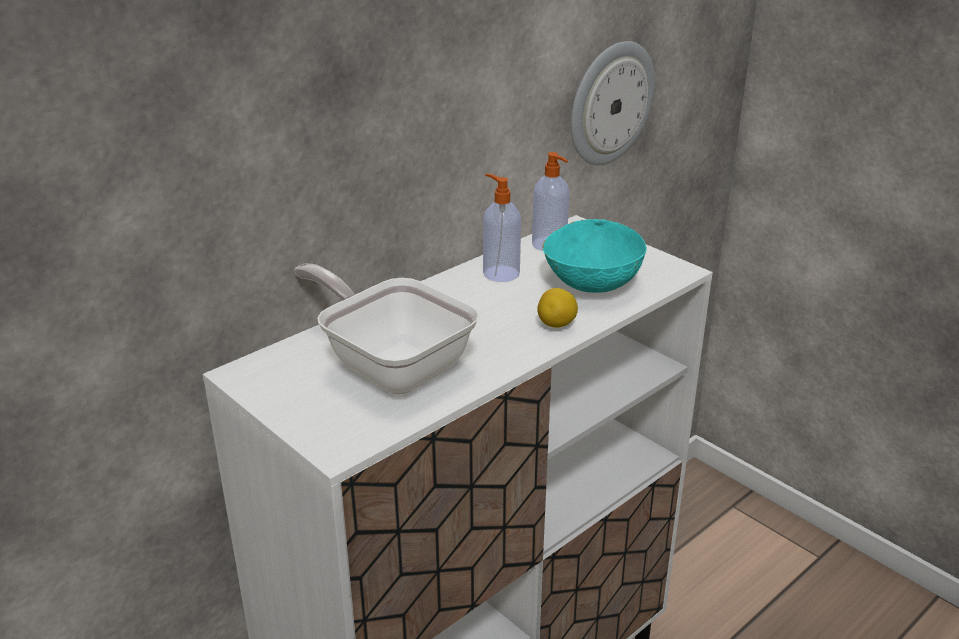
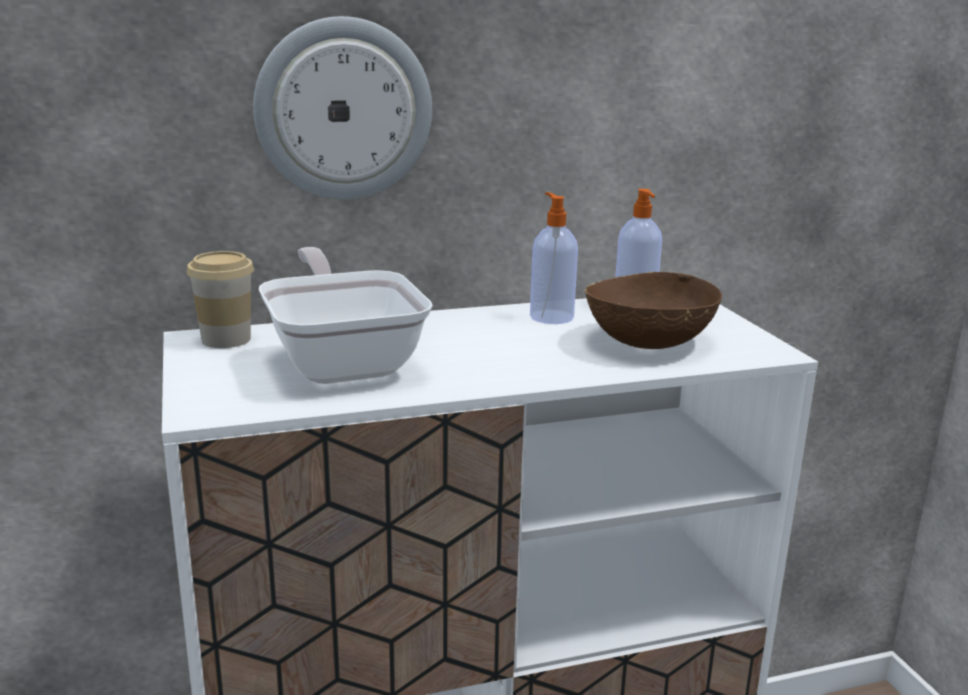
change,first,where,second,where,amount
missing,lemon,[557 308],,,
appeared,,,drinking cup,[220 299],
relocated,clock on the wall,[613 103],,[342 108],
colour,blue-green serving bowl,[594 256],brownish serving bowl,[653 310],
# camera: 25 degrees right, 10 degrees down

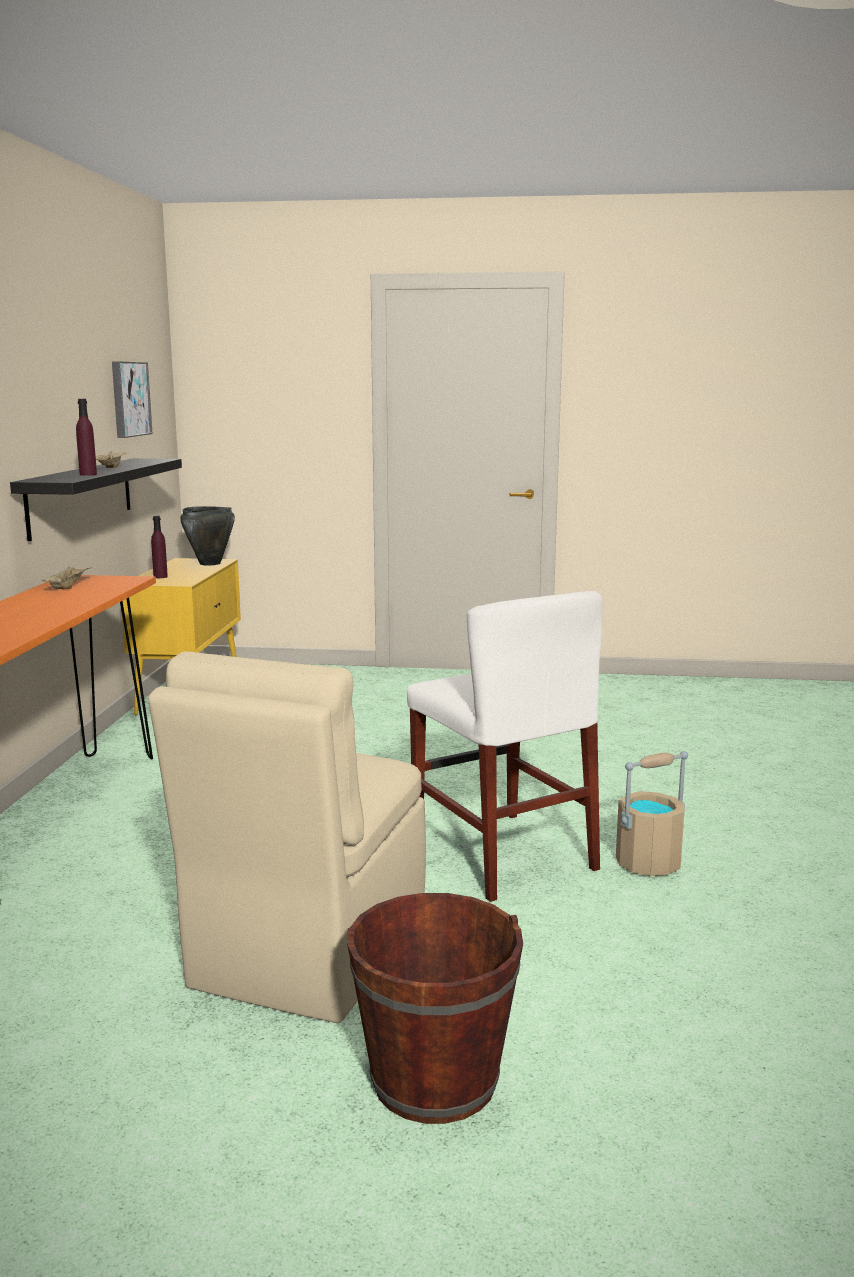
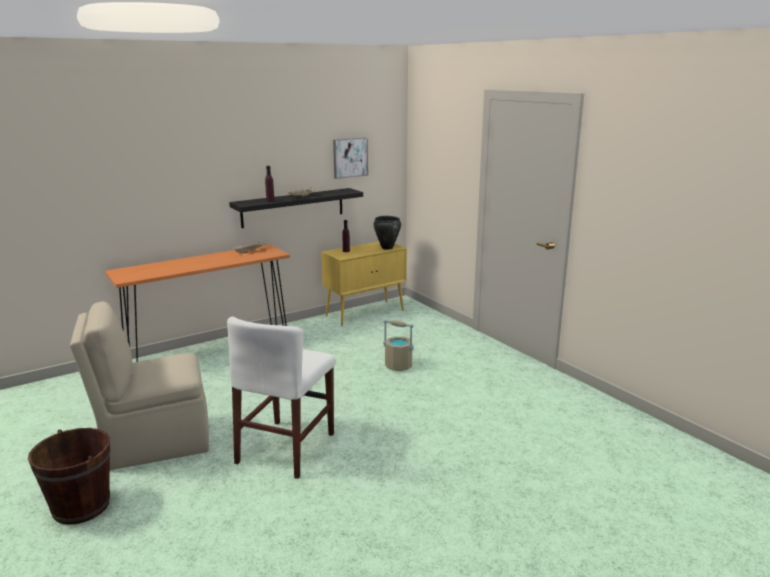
change,first,where,second,where,amount
relocated,beige pail,[652 813],,[398 345],
# camera: 50 degrees right, 5 degrees up

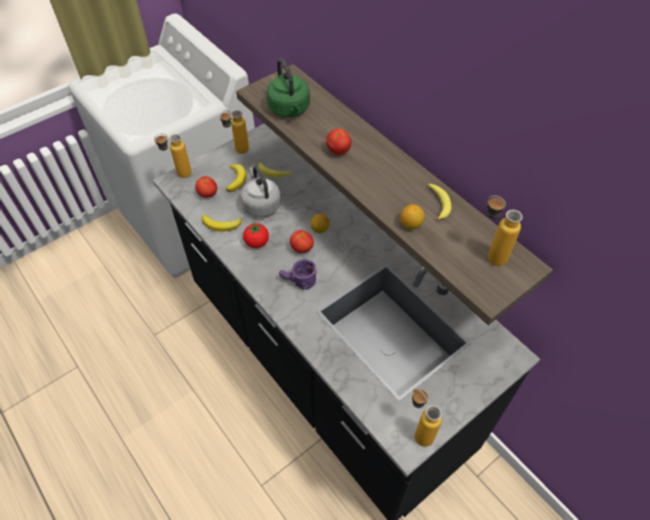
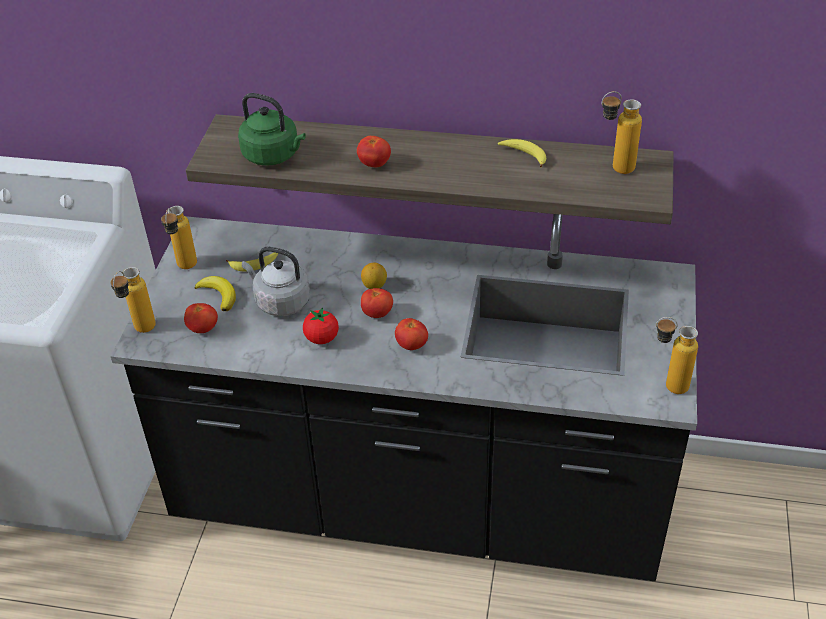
change,first,where,second,where,amount
missing,whole banana,[222 223],,,
missing,lemon,[412 216],,,
exchanged,purple mug,[297 274],fresh tomato,[411 334],
# camera: 40 degrees left, 10 degrees down

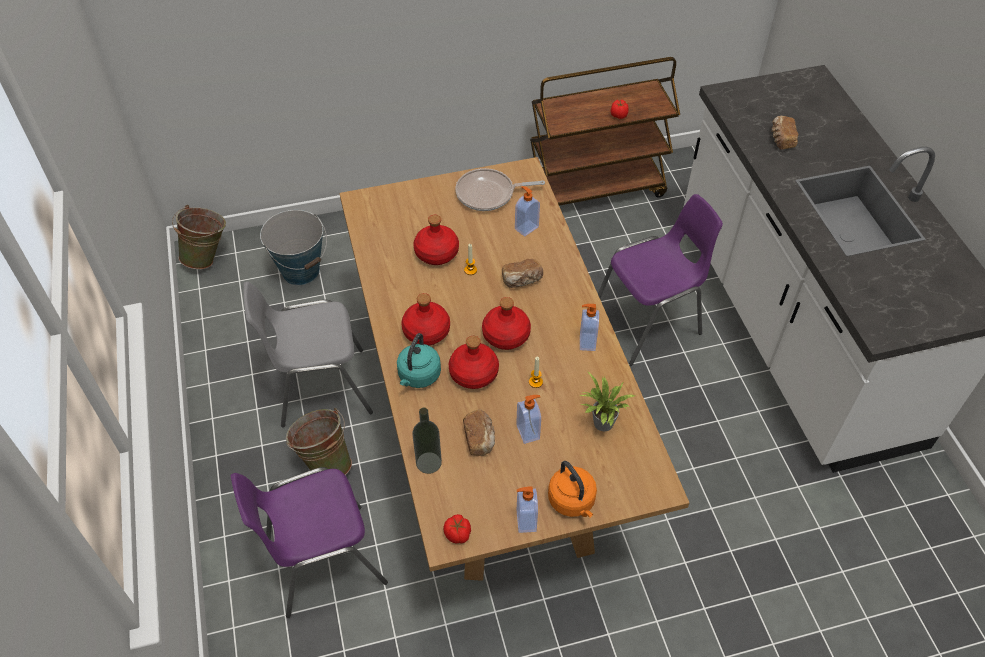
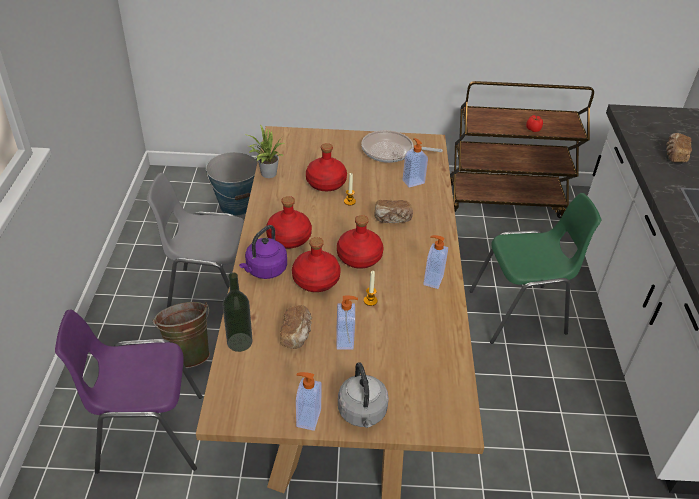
change,first,where,second,where,amount
missing,green pail,[199 237],,,
missing,fresh tomato,[457 528],,,
relocated,houseplant,[607 401],,[265 151],
colour,blue-green tea kettle,[419 360],purple tea kettle,[263 252],
colour,orangey tea kettle,[572 489],grey tea kettle,[363 395],
colour,purple plain chair,[660 280],green plain chair,[535 268],
# camera: 15 degrees right, 10 degrees down

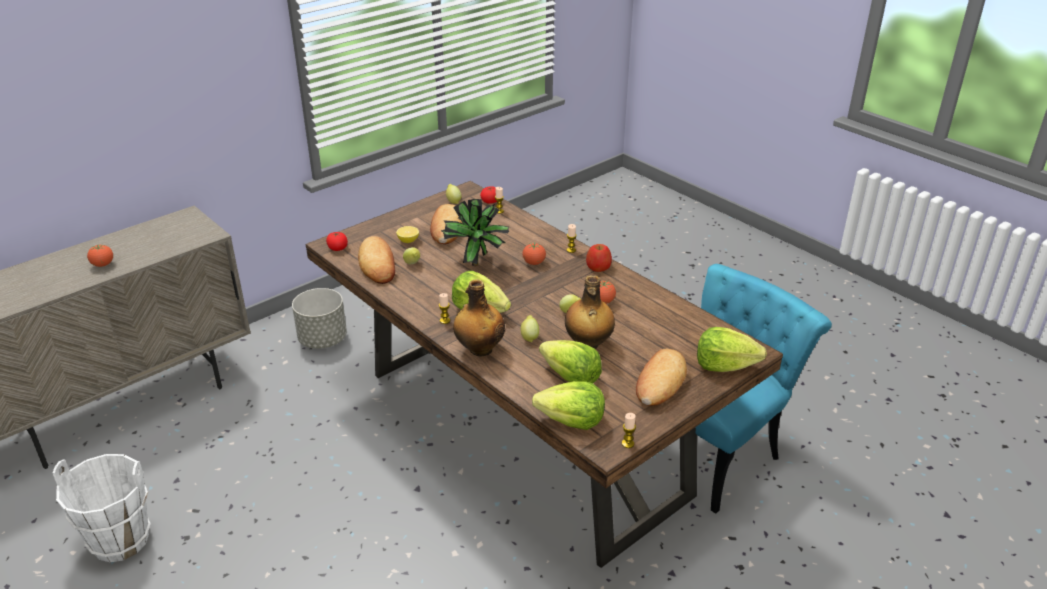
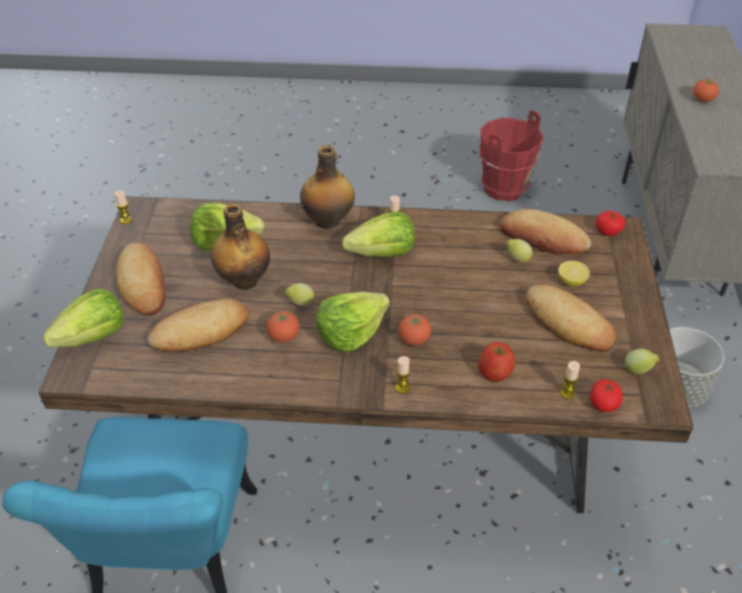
change,first,where,second,where,amount
missing,houseplant,[475 232],,,
missing,lemon,[529 328],,,
appeared,,,baked bread,[198 325],
relocated,lettuce,[568 405],,[353 322],
relocated,apple,[599 258],,[496 362],
colour,white-coloured pail,[102 508],red-coloured pail,[512 156],
# camera: 135 degrees right, 10 degrees up

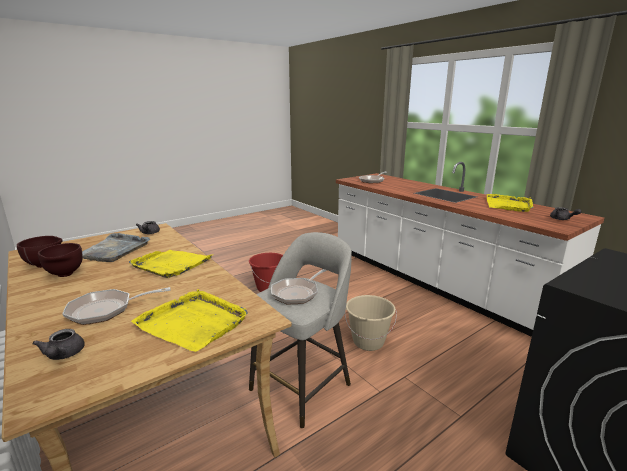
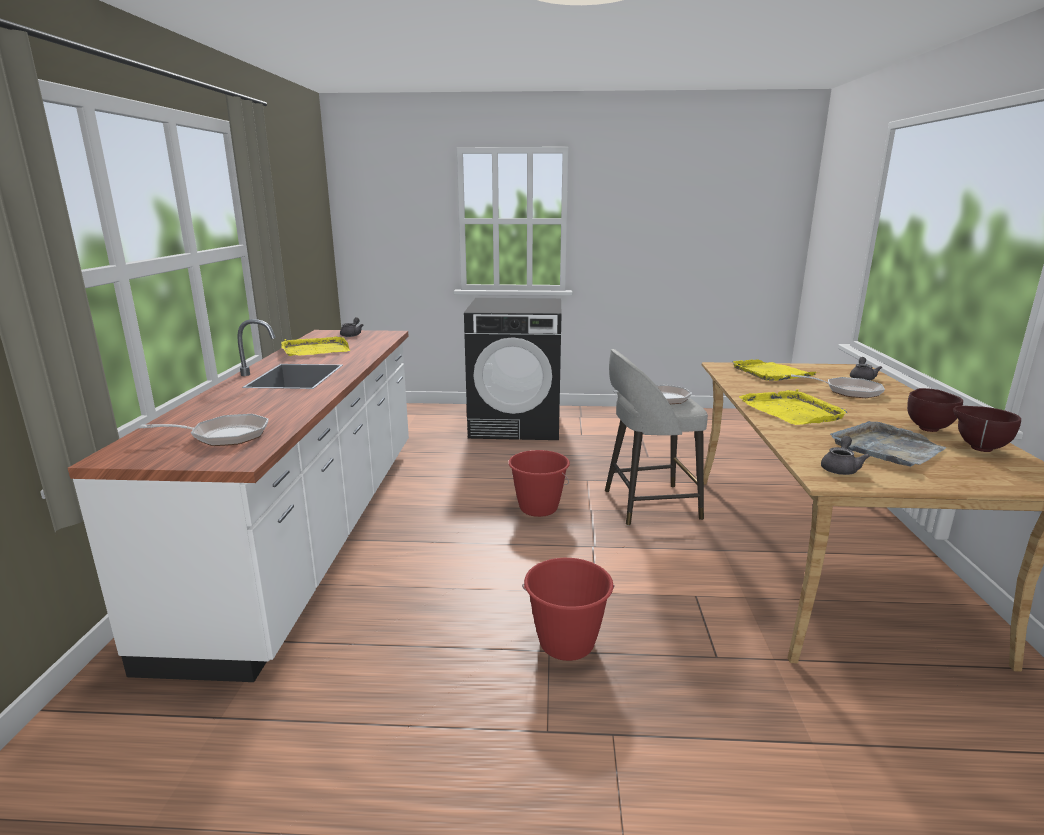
change,first,where,second,where,amount
colour,beige pail,[371 323],red-coloured pail,[539 483],
# camera: 140 degrees left, 0 degrees up

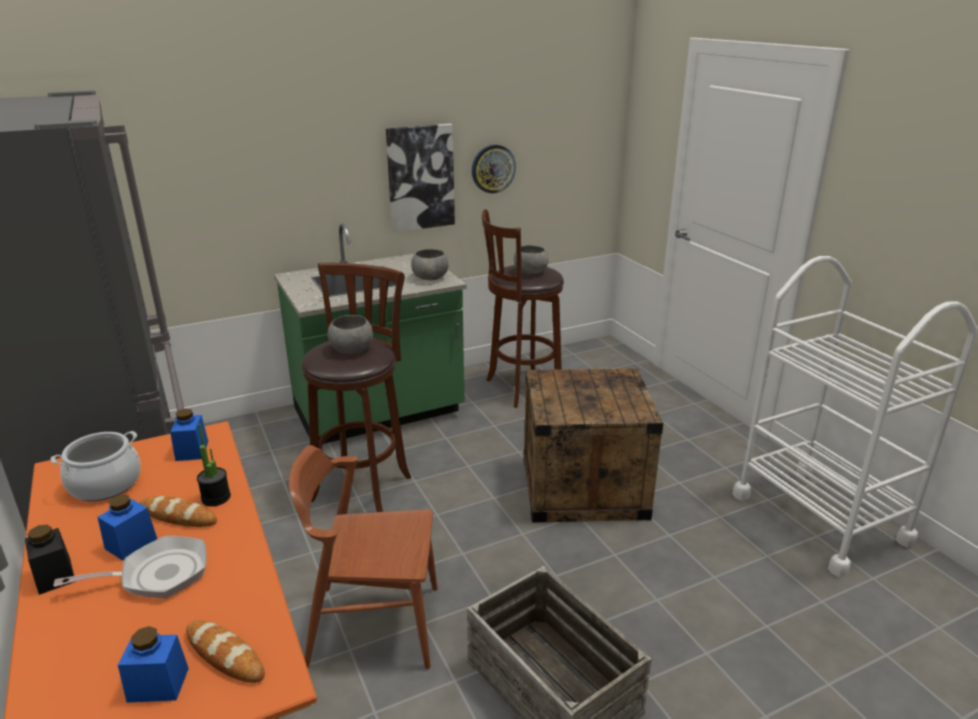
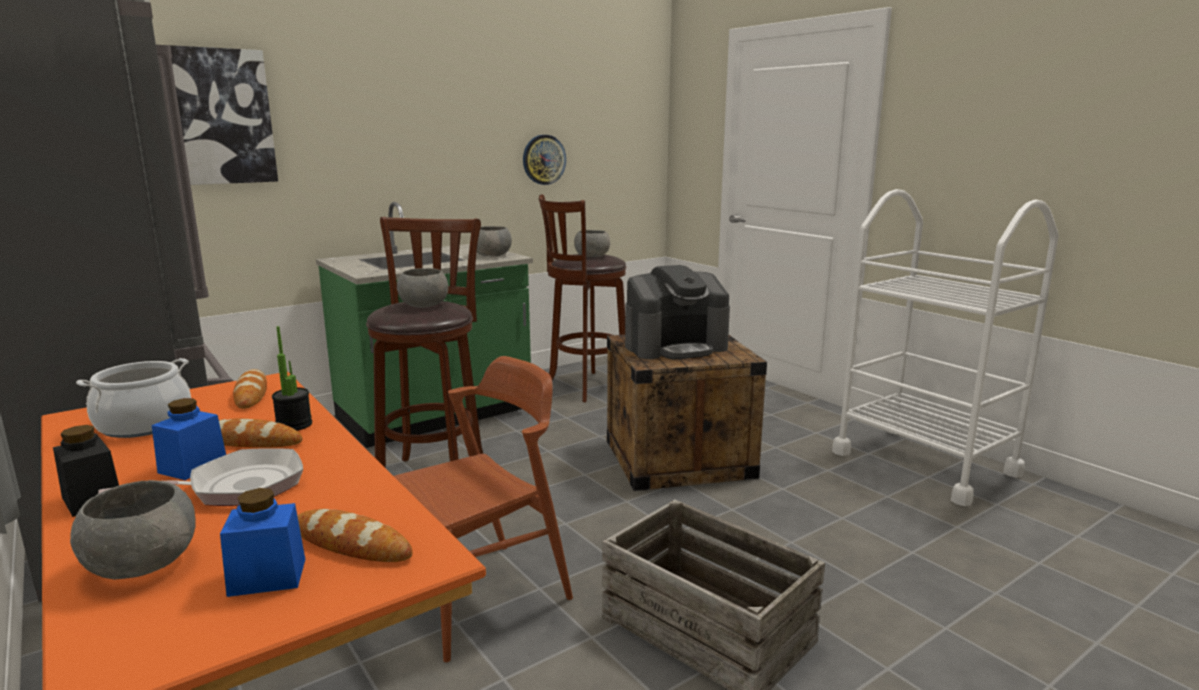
change,first,where,second,where,amount
appeared,,,grey serving bowl,[133 529],
appeared,,,coffee maker,[677 312],
relocated,picture,[420 178],,[223 115],
exchanged,bluish jar,[189 435],baked bread,[250 389],
spun,brownish plain chair,[363 557],,[483 509],150 degrees clockwise
# camera: 10 degrees left, 10 degrees down

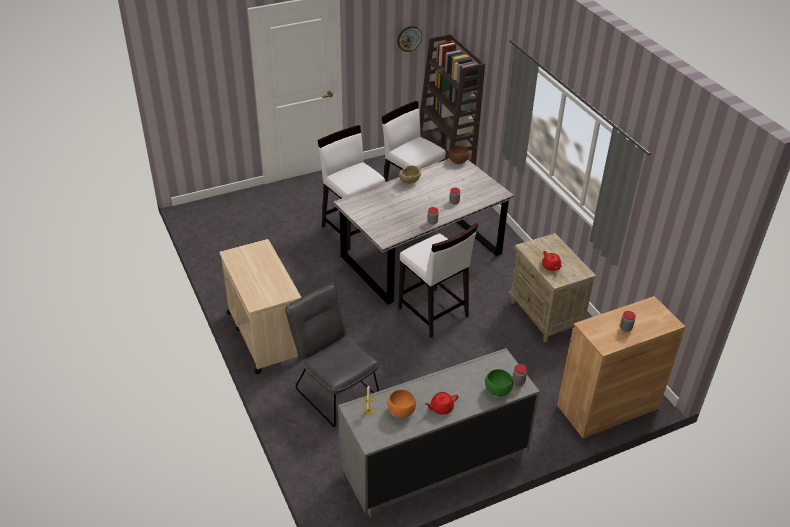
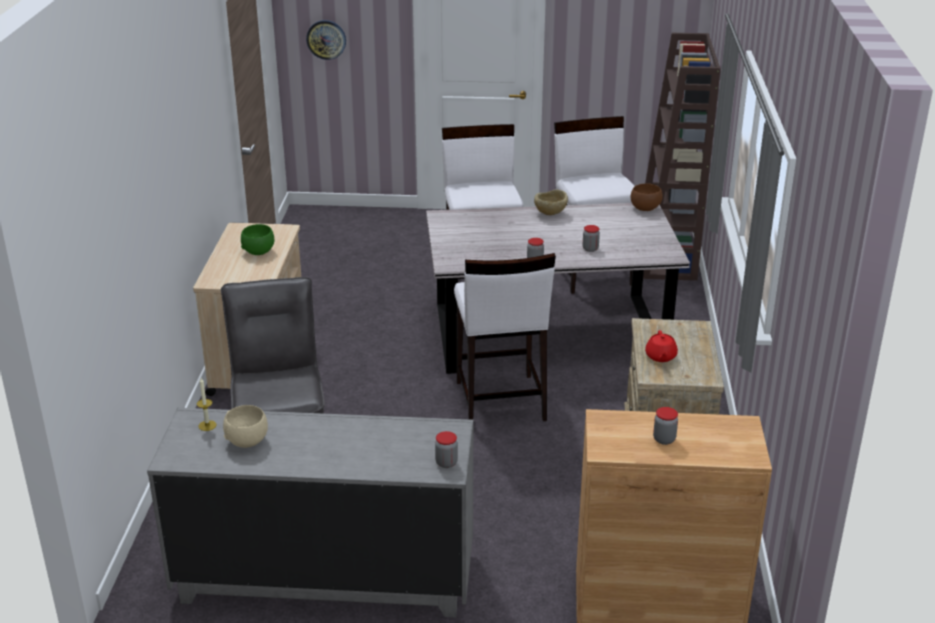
change,first,where,second,where,amount
missing,red-coloured tea pot,[442 403],,,
relocated,clock on the wall,[409 39],,[326 40],
relocated,green serving bowl,[499 383],,[257 239],
colour,orangey serving bowl,[401 404],beige serving bowl,[245 426],
# camera: 30 degrees right, 10 degrees down

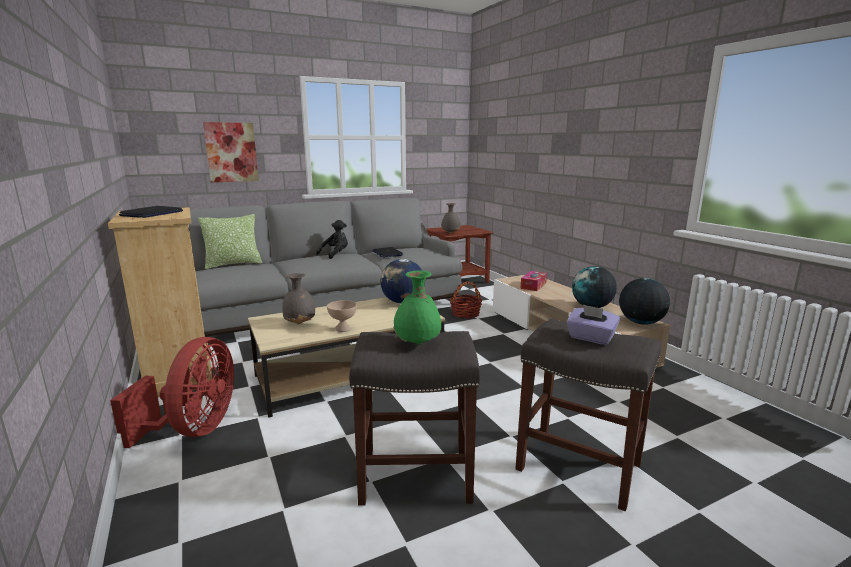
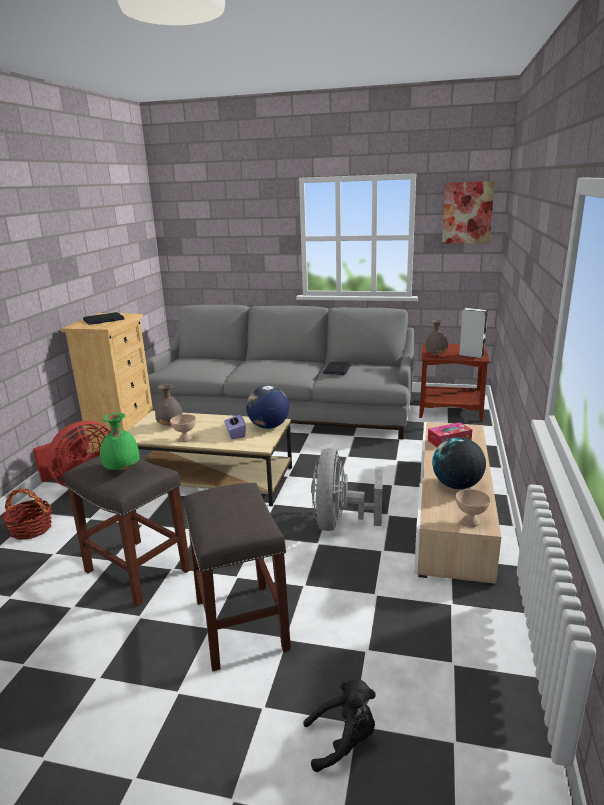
change,first,where,second,where,amount
missing,throw pillow,[230 241],,,
appeared,,,grey fan,[347 489],
appeared,,,grey audio speaker,[473 333],
relocated,picture,[231 152],,[468 212],
relocated,black-coloured soft toy,[332 239],,[339 725],
relocated,storage basket,[466 300],,[27 514],
relocated,purple box of tissues,[593 324],,[235 427],
exchanged,desk globe,[644 301],beige serving bowl,[473 508],
# camera: 40 degrees right, 5 degrees up

